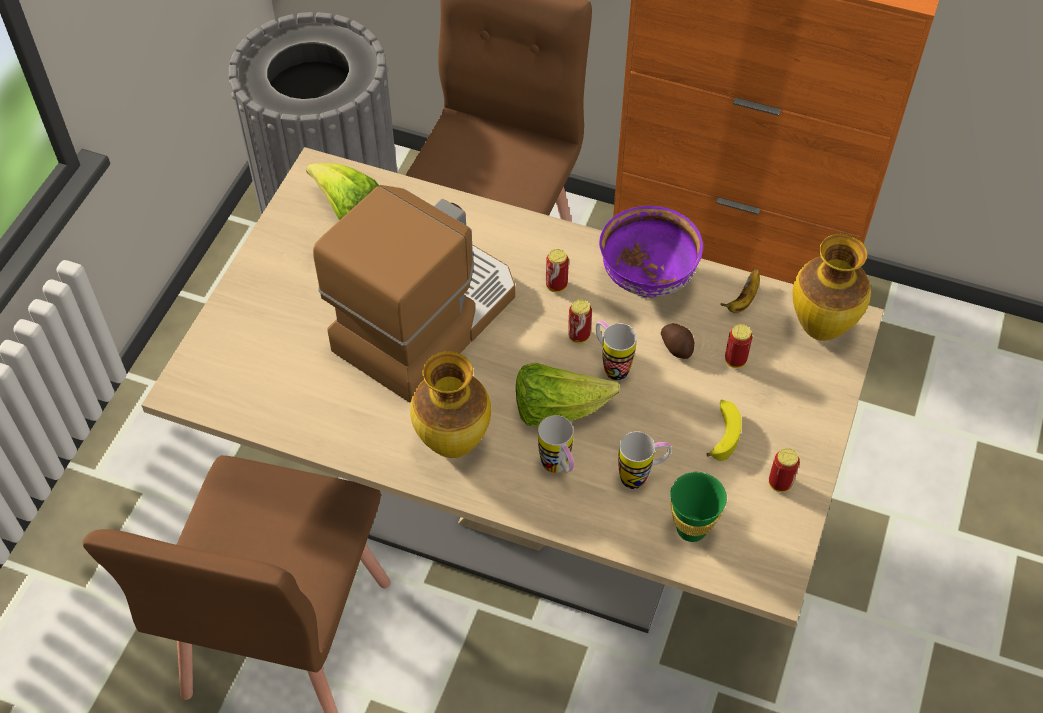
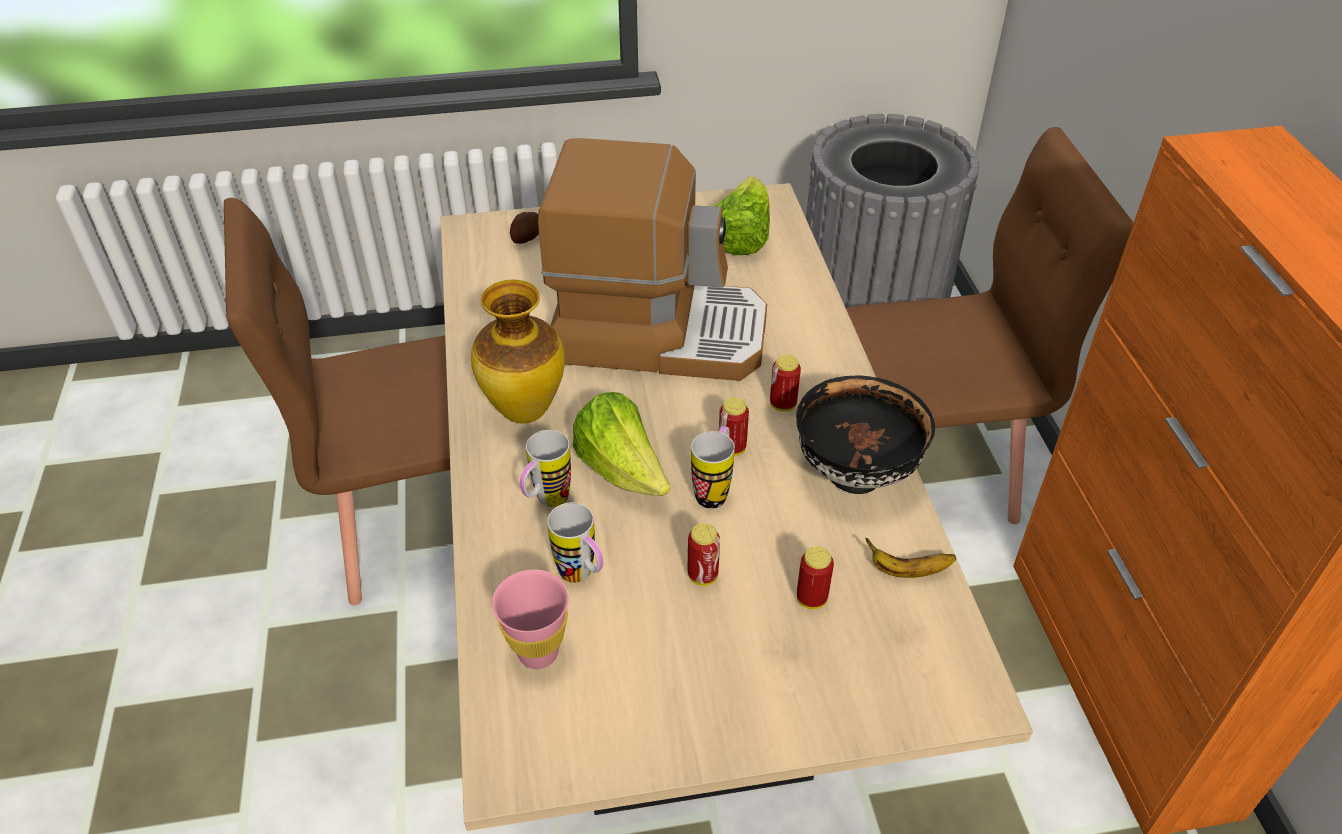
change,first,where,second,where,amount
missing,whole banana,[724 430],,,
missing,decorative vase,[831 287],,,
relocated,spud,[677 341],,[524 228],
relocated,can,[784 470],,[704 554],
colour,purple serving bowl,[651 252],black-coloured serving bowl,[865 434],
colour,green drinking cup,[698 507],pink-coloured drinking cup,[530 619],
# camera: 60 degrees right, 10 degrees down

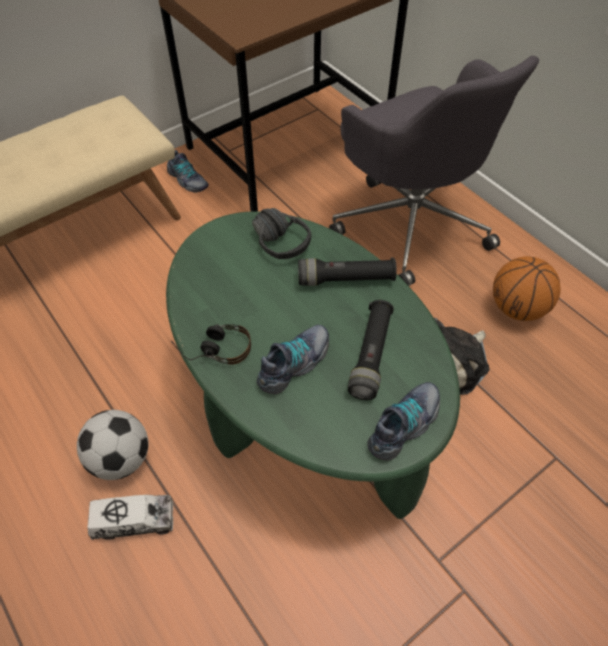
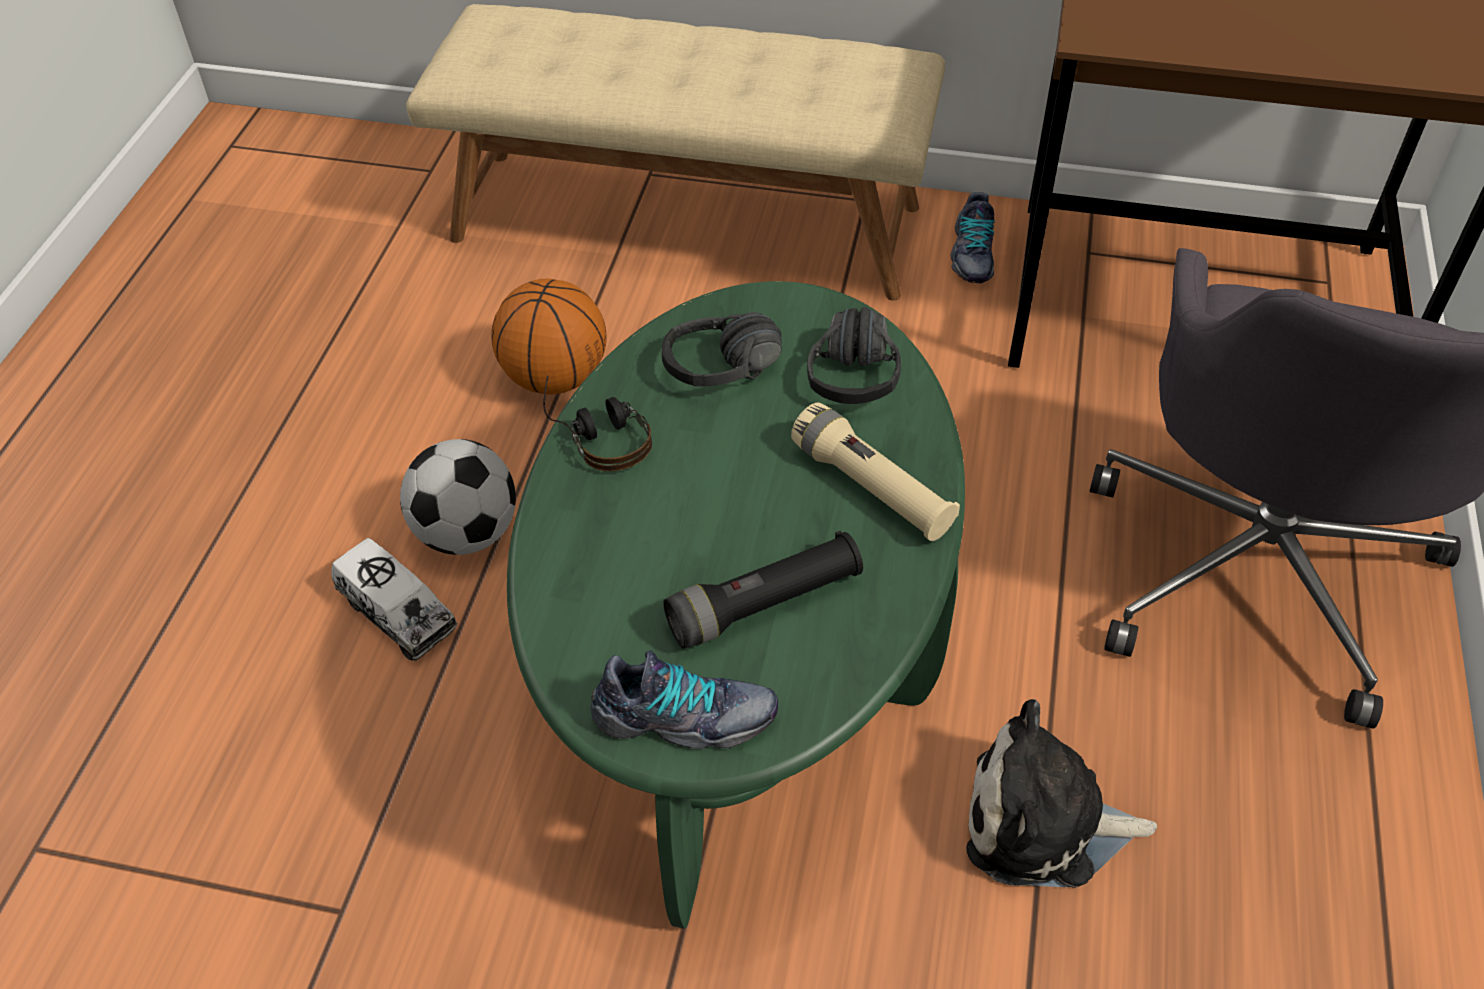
change,first,where,second,where,amount
missing,shoe,[293 359],,,
appeared,,,black-coloured pair of headphones,[722 349],
relocated,basketball ball,[527 288],,[549 336],
colour,black-coloured hand torch,[347 272],beige hand torch,[875 471],
# camera: 50 degrees right, 5 degrees down

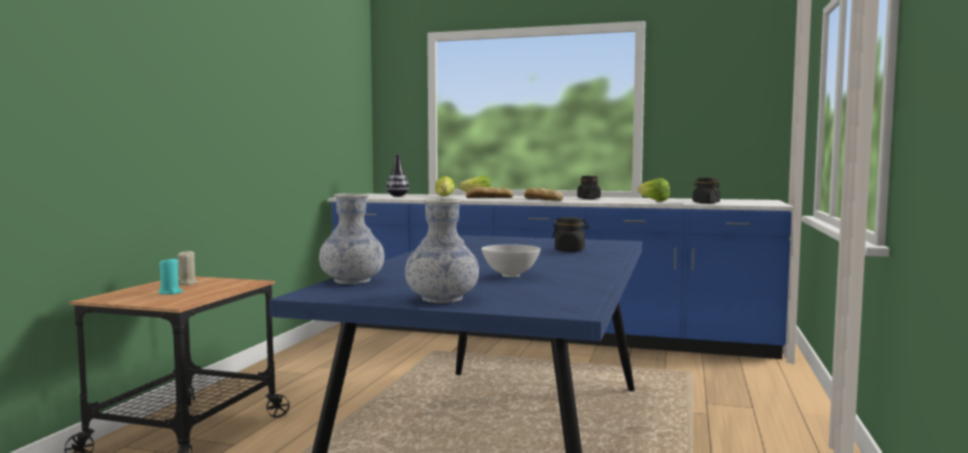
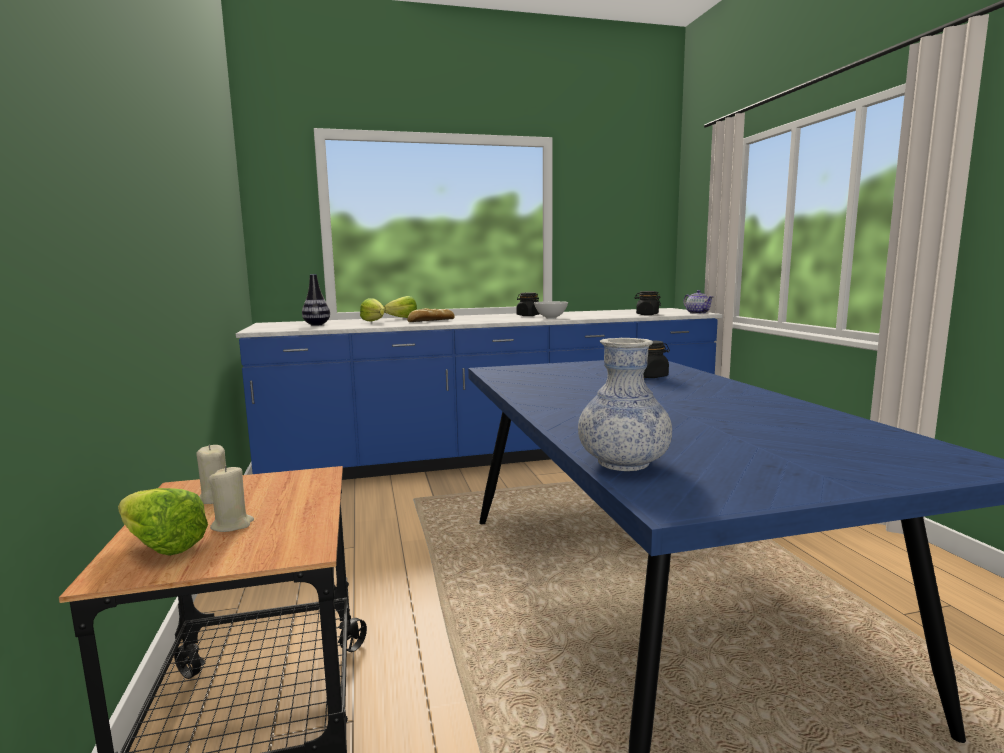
change,first,where,second,where,amount
missing,decorative vase,[442 250],,,
missing,baked bread,[543 194],,,
appeared,,,tea pot,[698 302],
relocated,white-coloured serving bowl,[511 260],,[551 310],
relocated,lettuce,[654 189],,[163 522],
colour,blue-green candle,[170 275],beige candle,[231 499],
# camera: 30 degrees left, 5 degrees up

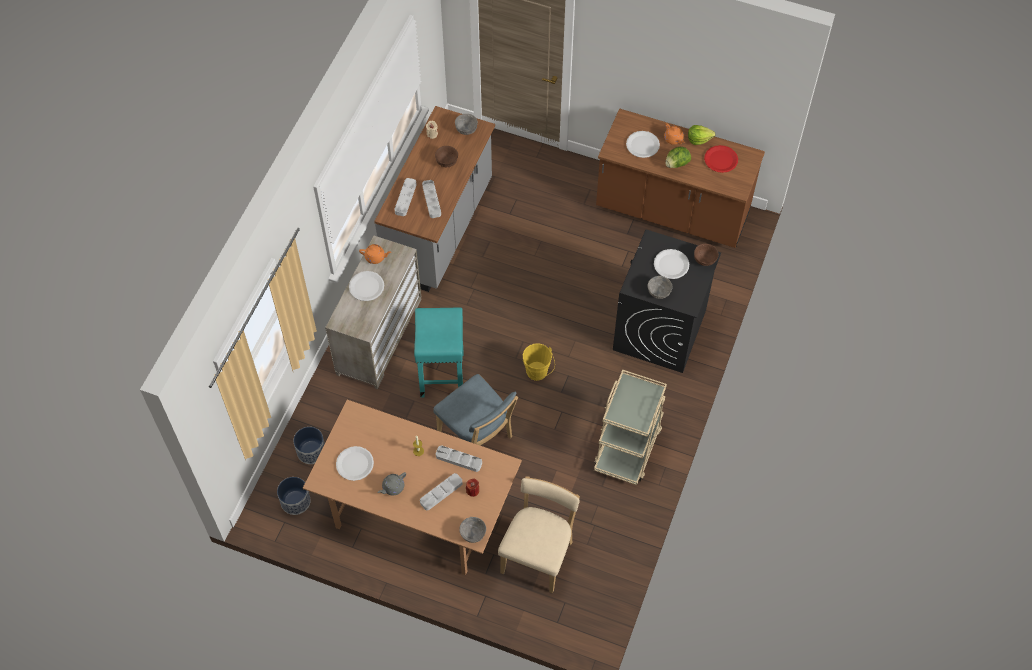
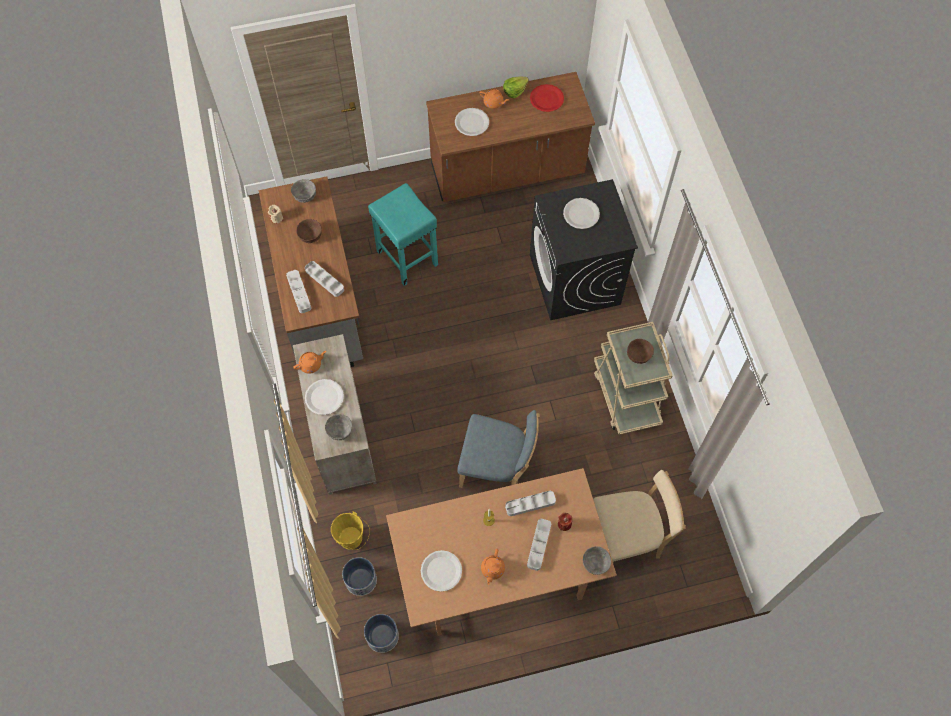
change,first,where,second,where,amount
missing,lettuce,[678 157],,,
relocated,blue-green sitting stool,[439 352],,[403 234],
relocated,yellowish pail,[539 362],,[350 531],
relocated,grey serving bowl,[660 287],,[338 427],
relocated,brownish serving bowl,[706 255],,[640 351],
colour,grey tea pot,[391 484],orangey tea pot,[493 567],
spun,beige plain chair,[539 534],,[639 516],90 degrees clockwise
# camera: 35 degrees left, 5 degrees up

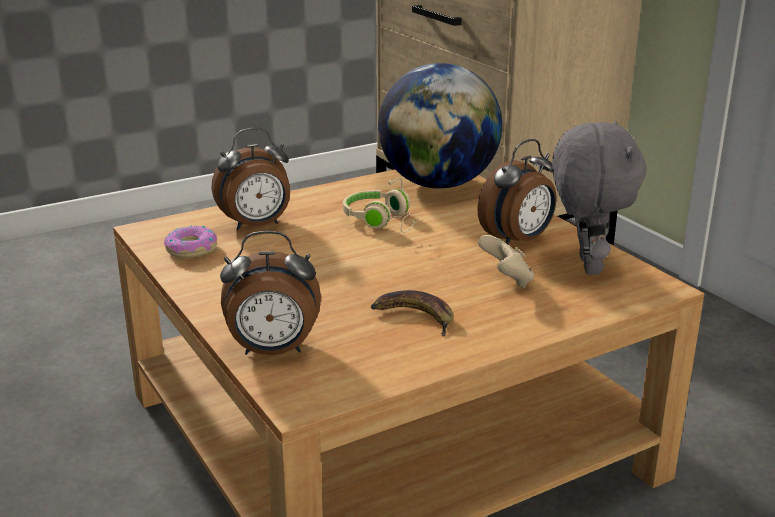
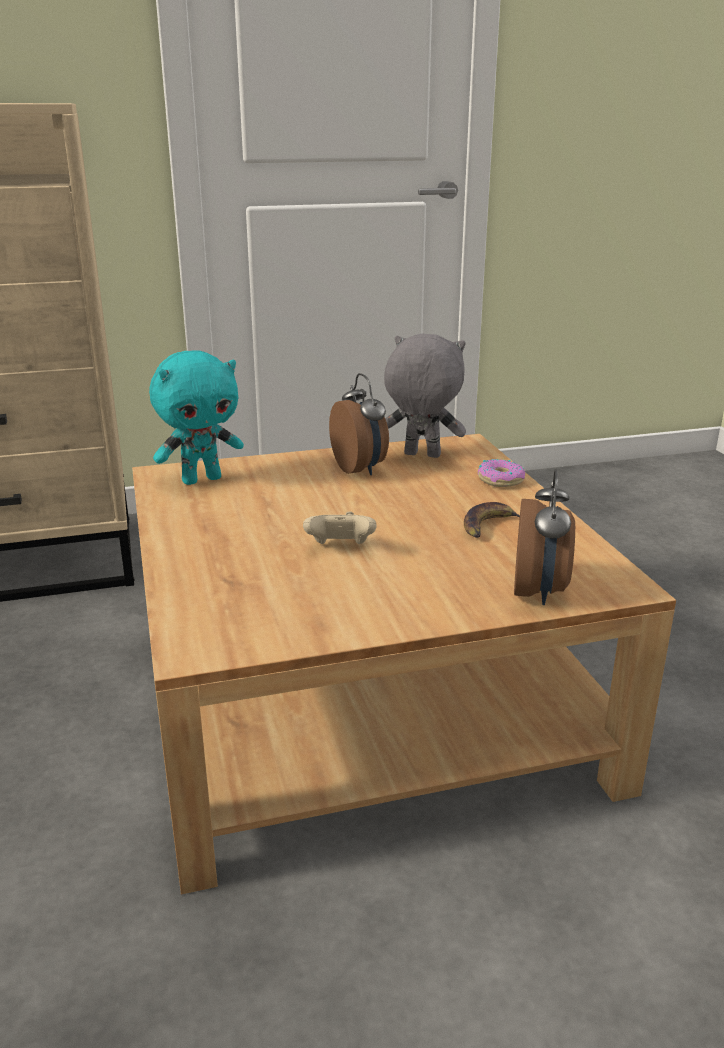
change,first,where,second,where,amount
missing,bedside clock,[250 179],,,
missing,beige pair of headphones,[379 205],,,
relocated,donut,[190 242],,[501 473],
relocated,beige game controller,[506 261],,[340 528],
exchanged,desk globe,[440 126],blue-green soft toy,[196 417],
# camera: 75 degrees left, 0 degrees up

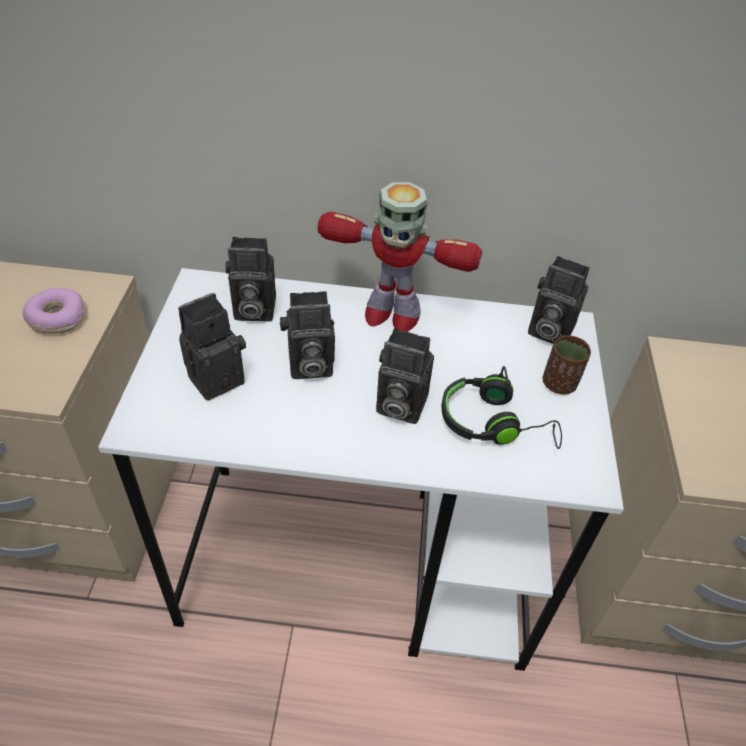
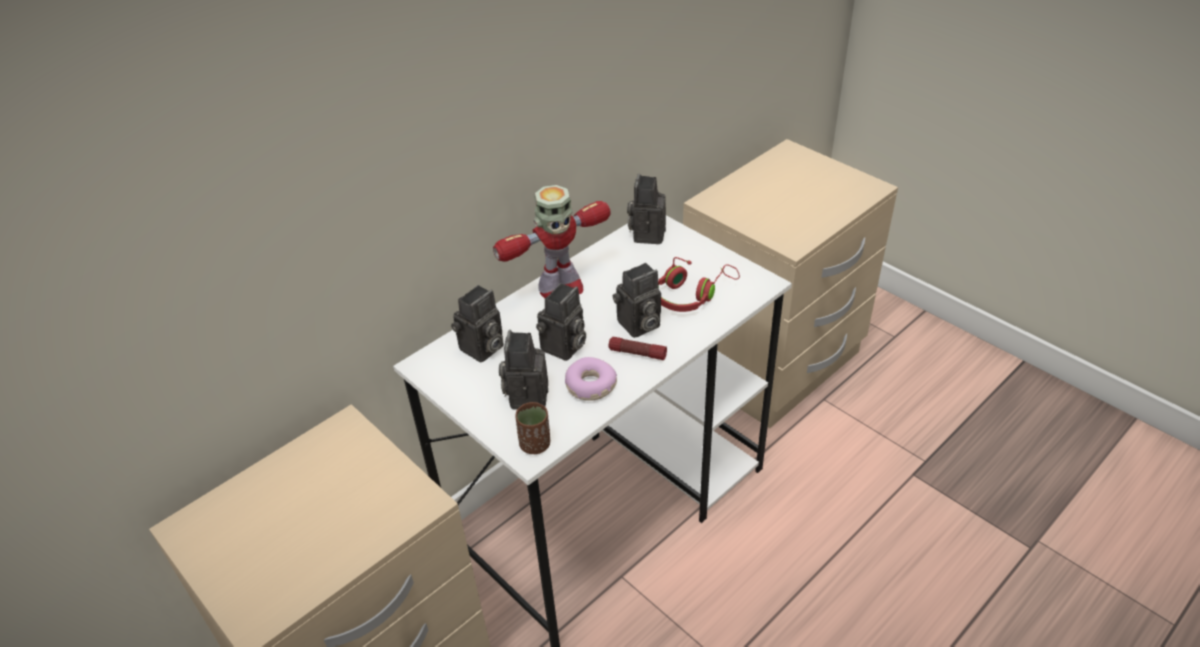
change,first,where,second,where,amount
appeared,,,hand torch,[638 348],
relocated,donut,[53 310],,[591 379],
relocated,brownish drinking cup,[567 365],,[532 428],
colour,black-coloured pair of headphones,[501 407],red-coloured pair of headphones,[699 284],
spun,still camera,[559 300],,[646 209],120 degrees clockwise
# camera: 45 degrees left, 5 degrees down

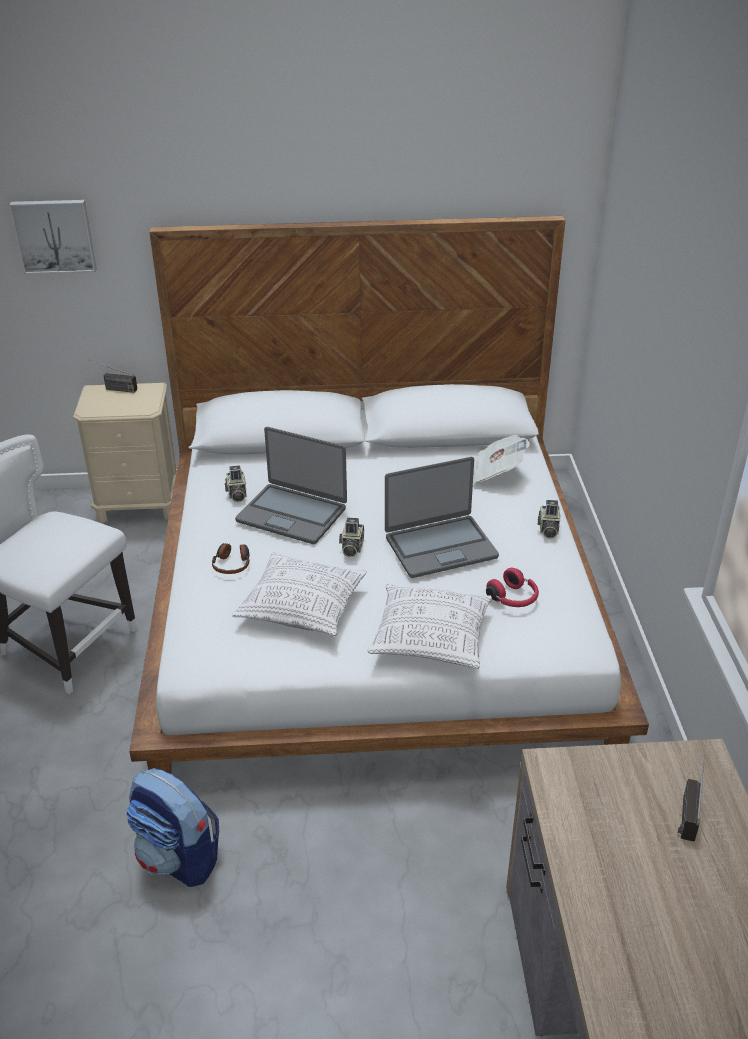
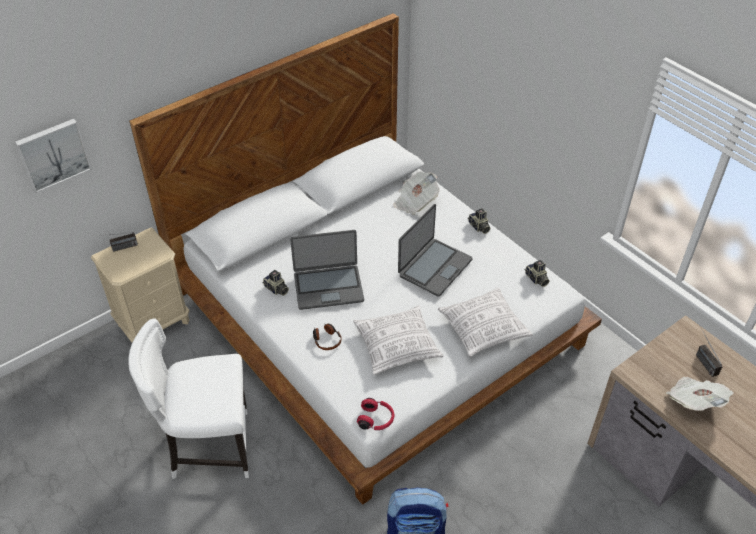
change,first,where,second,where,amount
appeared,,,newspaper,[700 394],
relocated,still camera,[351 537],,[537 273],
relocated,red-coloured pair of headphones,[512 587],,[375 414],
# camera: 35 degrees left, 10 degrees up

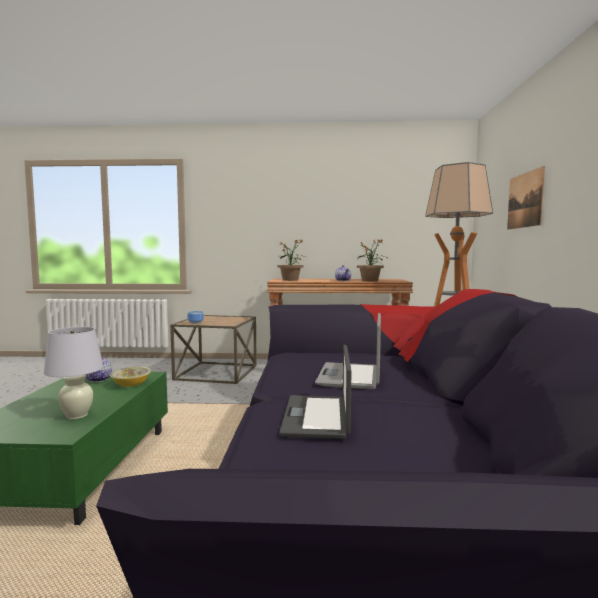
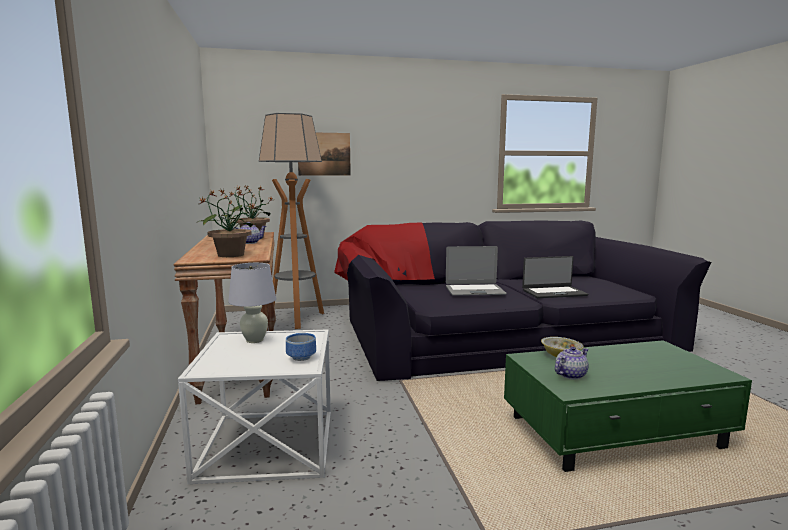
change,first,where,second,where,amount
relocated,white-coloured table lamp,[73 373],,[252 303],
colour,brownish end table,[213 349],white-coloured end table,[254 407],
# camera: 105 degrees left, 5 degrees up

